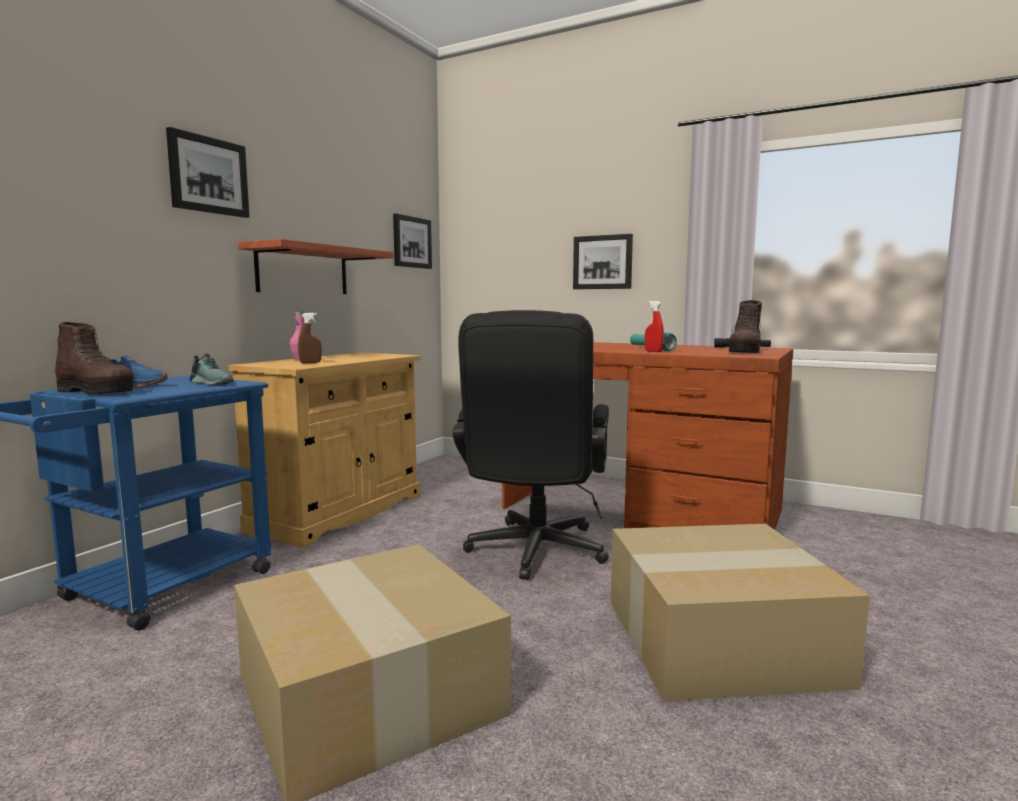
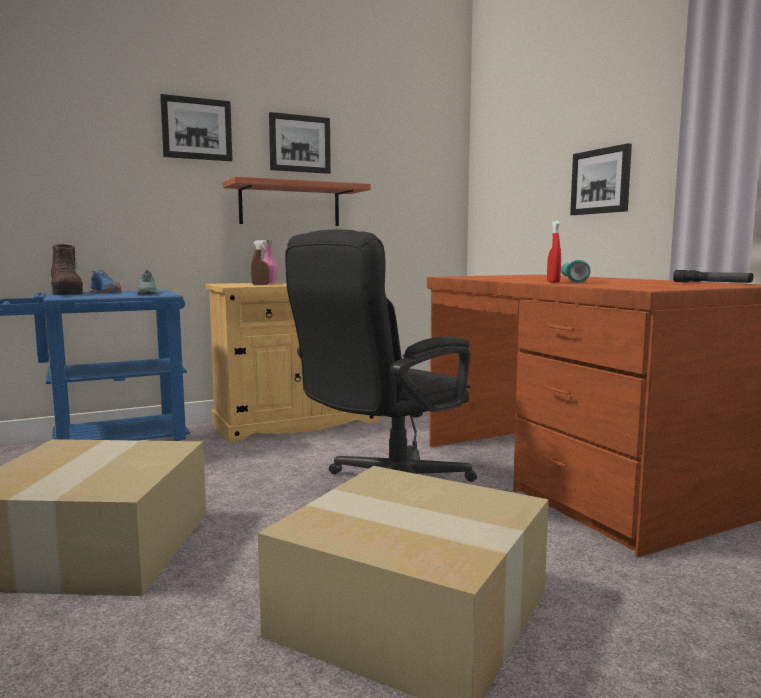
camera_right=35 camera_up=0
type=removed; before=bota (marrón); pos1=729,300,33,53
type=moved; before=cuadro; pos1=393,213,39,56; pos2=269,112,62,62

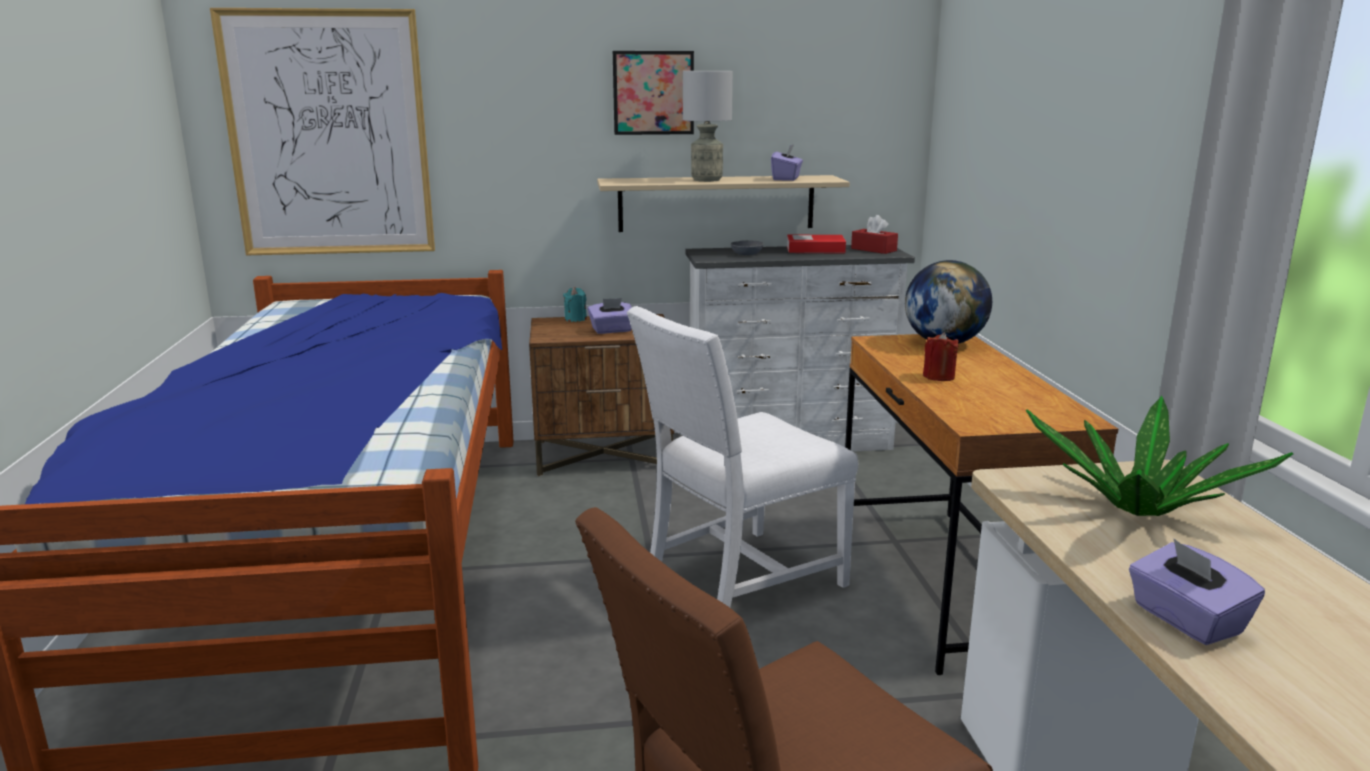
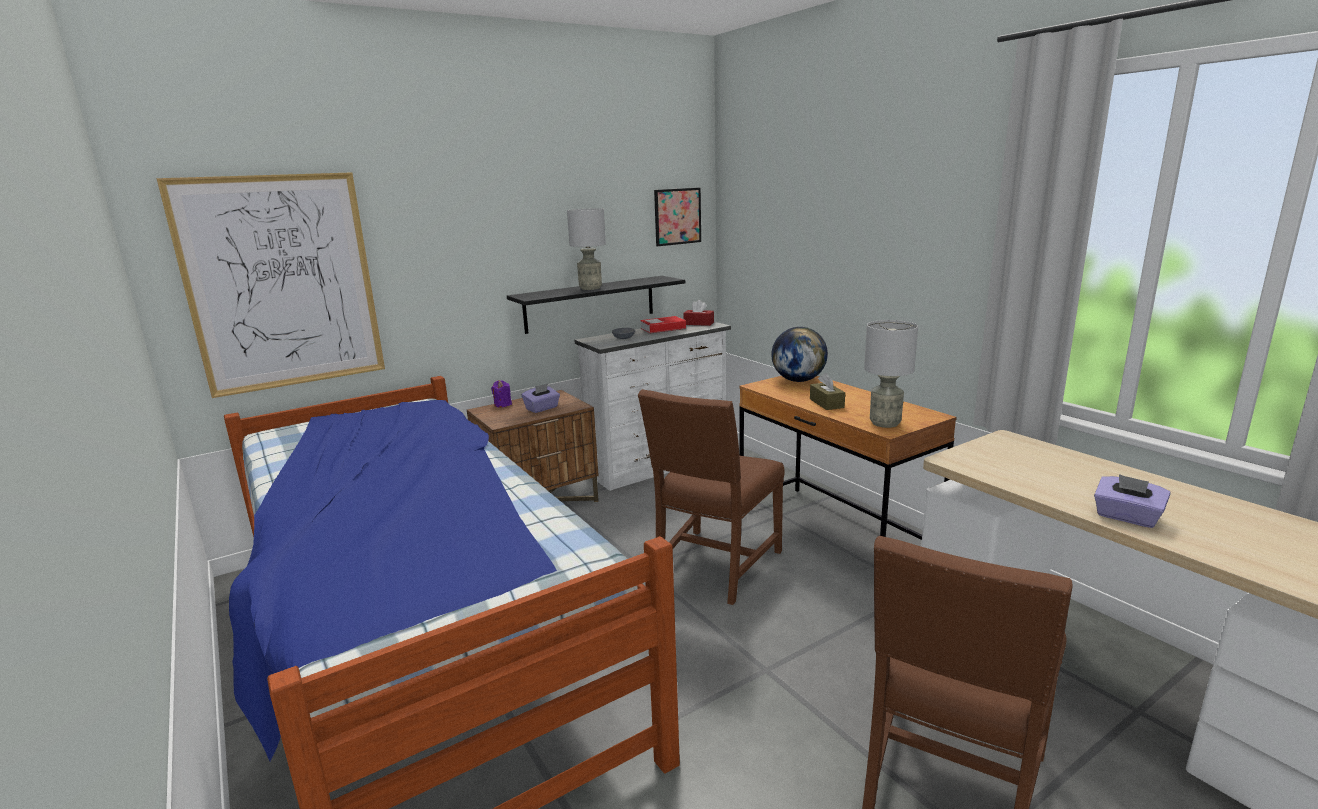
camera_right=-25 camera_up=0
type=removed; before=caja de pañuelos (morado); pos1=771,144,32,37
type=removed; before=planta en maceta; pos1=1026,396,267,120
type=added; after=lámpara de mesa (gris); pos2=864,320,54,108
type=moved; before=cuadro; pos1=613,51,81,84; pos2=654,188,47,58
type=replaced; before=vela (rojo); after=caja de pañuelos (marrón); pos1=923,332,36,49; pos2=810,373,35,37
type=recoloured; before=vela (turquesa); after=vela (morado); pos1=563,287,24,35; pos2=491,381,21,26
type=recoloured; before=estante (beis); after=estante (negro); pos1=597,175,253,57; pos2=507,276,178,58
type=recoloured; before=silla (blanco); after=silla (marrón); pos1=627,306,231,301; pos2=638,389,147,216

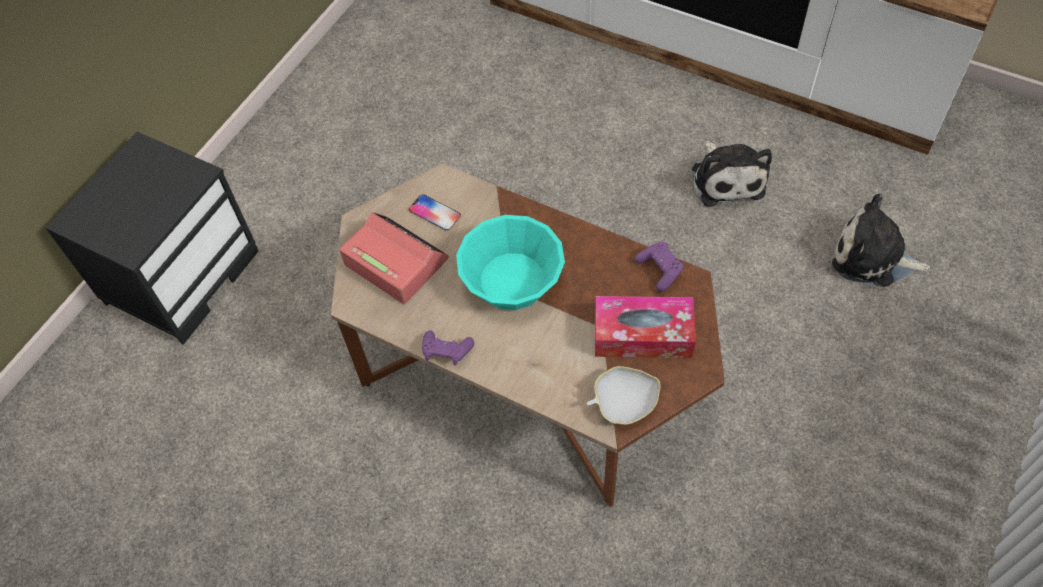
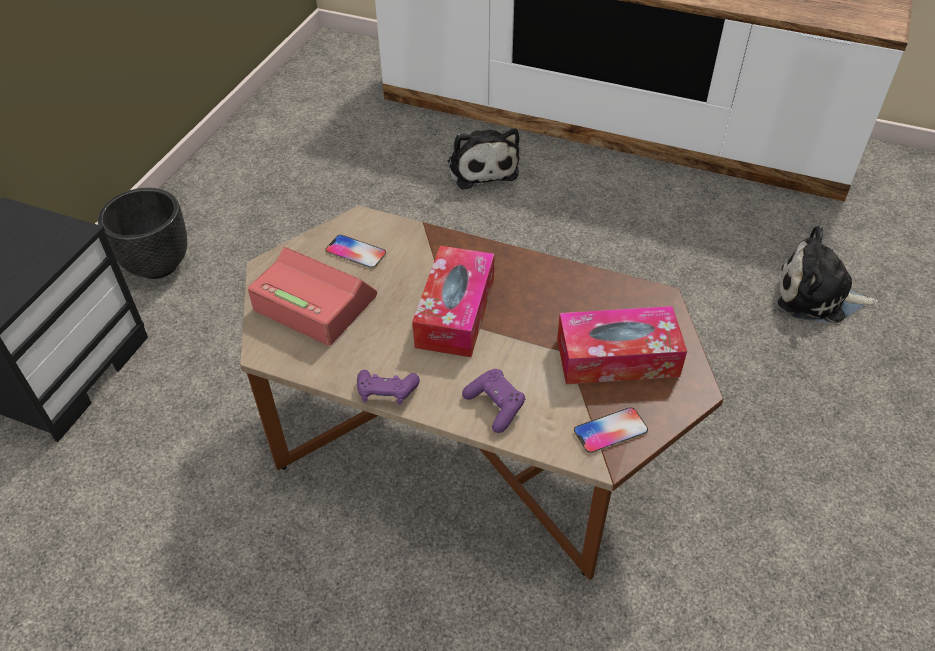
camera_right=-10 camera_up=-10
type=added; after=maceta (negro); pos2=98,188,89,91
type=moved; before=mando de consola (morado); pos1=635,242,49,50; pos2=462,369,63,64
type=moved; before=peluche; pos1=692,141,80,66; pos2=448,128,71,62
type=replaced; before=cuenco (turquesa); after=caja de pañuelos; pos1=456,215,109,95; pos2=412,246,82,111
type=replaced; before=cuenco (blanco); after=móvil; pos1=587,366,74,59; pos2=574,408,74,46

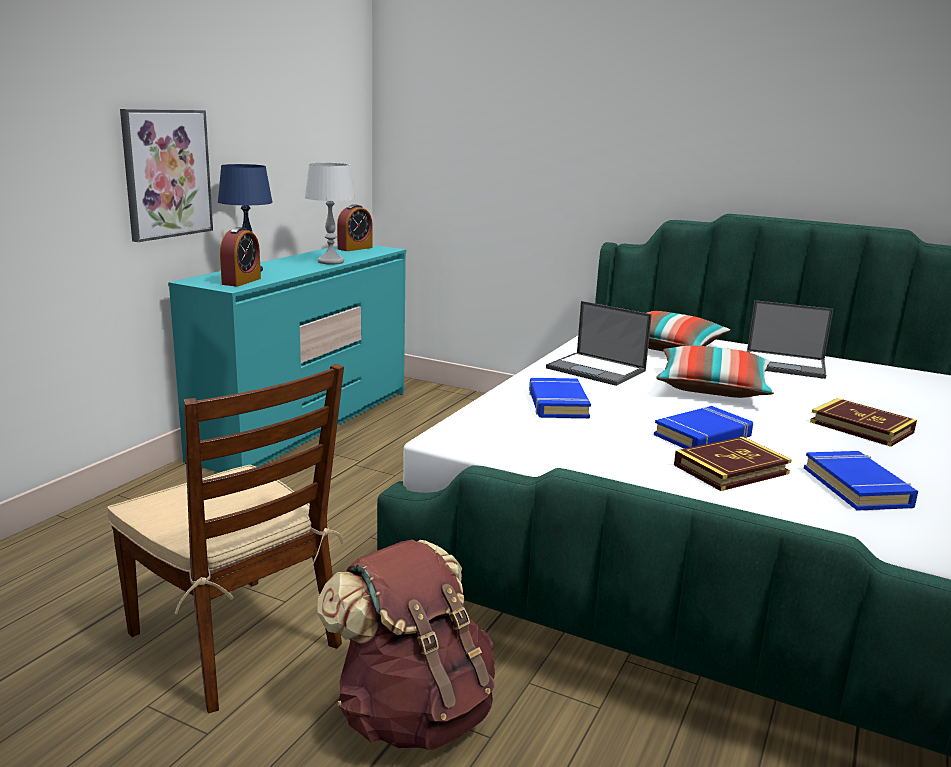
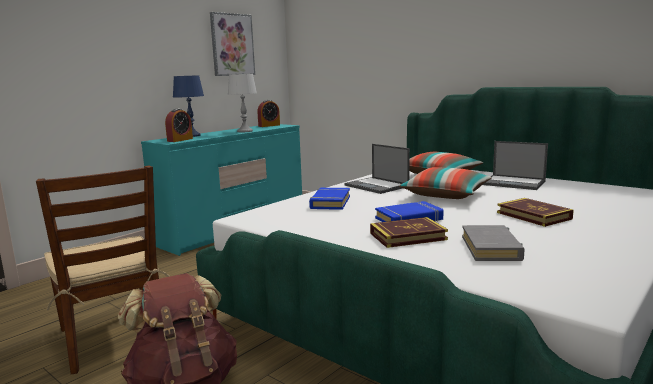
camera_right=15 camera_up=-5
type=moved; before=cuadro; pos1=120,109,93,133; pos2=210,12,45,64
type=recoloured; before=libro (azul); after=libro (gris); pos1=804,451,114,60; pos2=462,225,63,36

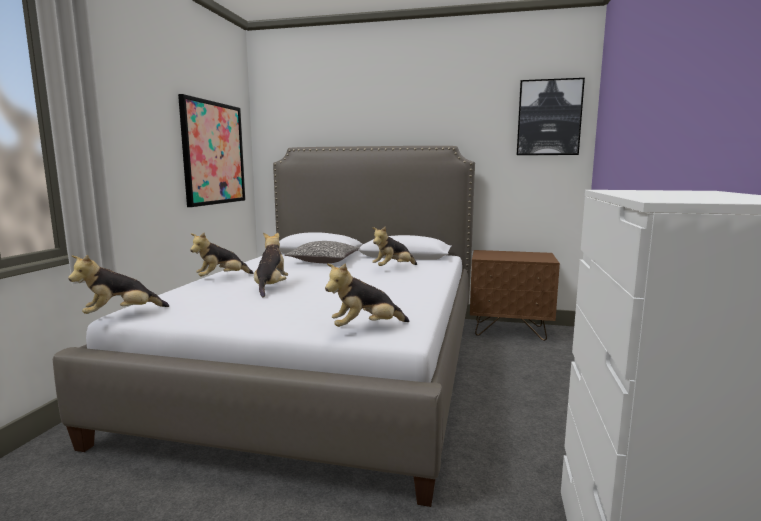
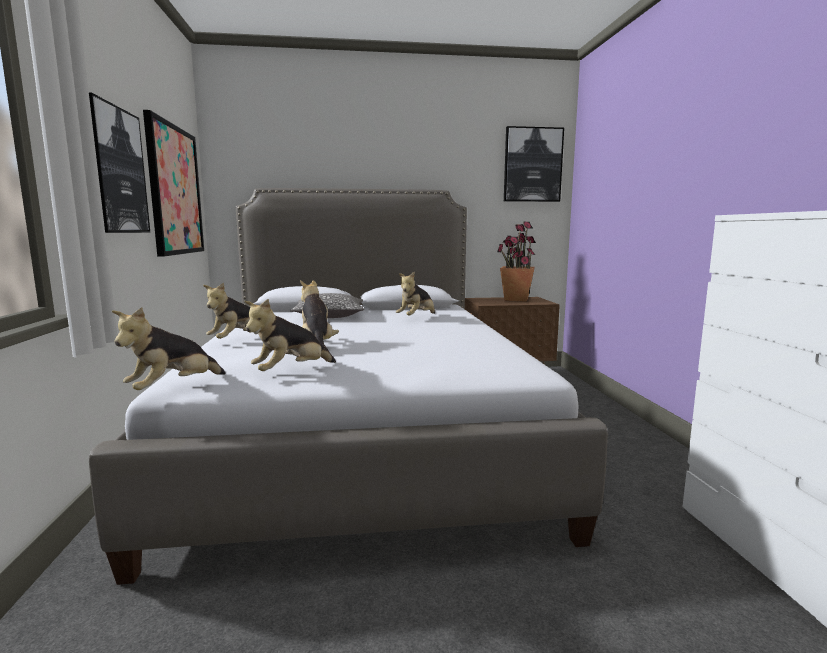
camera_right=-20 camera_up=0
type=added; after=cuadro; pos2=89,92,61,141
type=added; after=planta en maceta; pos2=497,221,39,81
type=moved; before=peluche; pos1=325,263,84,64; pos2=244,299,92,72

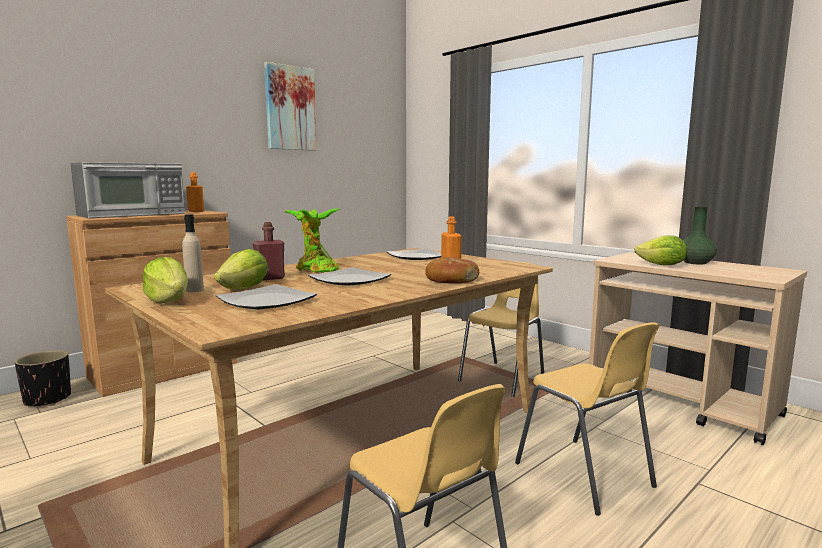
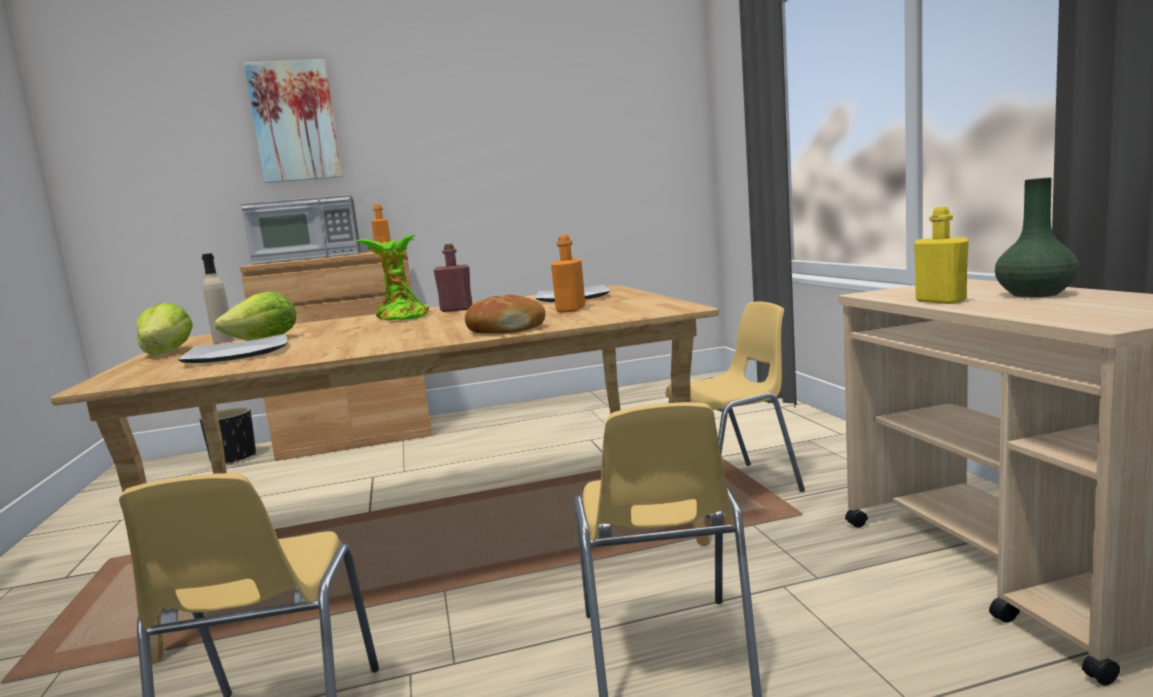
camera_right=30 camera_up=0
type=removed; before=plato; pos1=308,267,83,18
type=moved; before=botella (rojo); pos1=253,222,32,58; pos2=434,244,38,68
type=moved; before=cuadro; pos1=264,62,53,89; pos2=244,59,99,124
type=replaced; before=lechuga; after=botella (amarillo); pos1=634,235,53,30; pos2=914,207,55,97

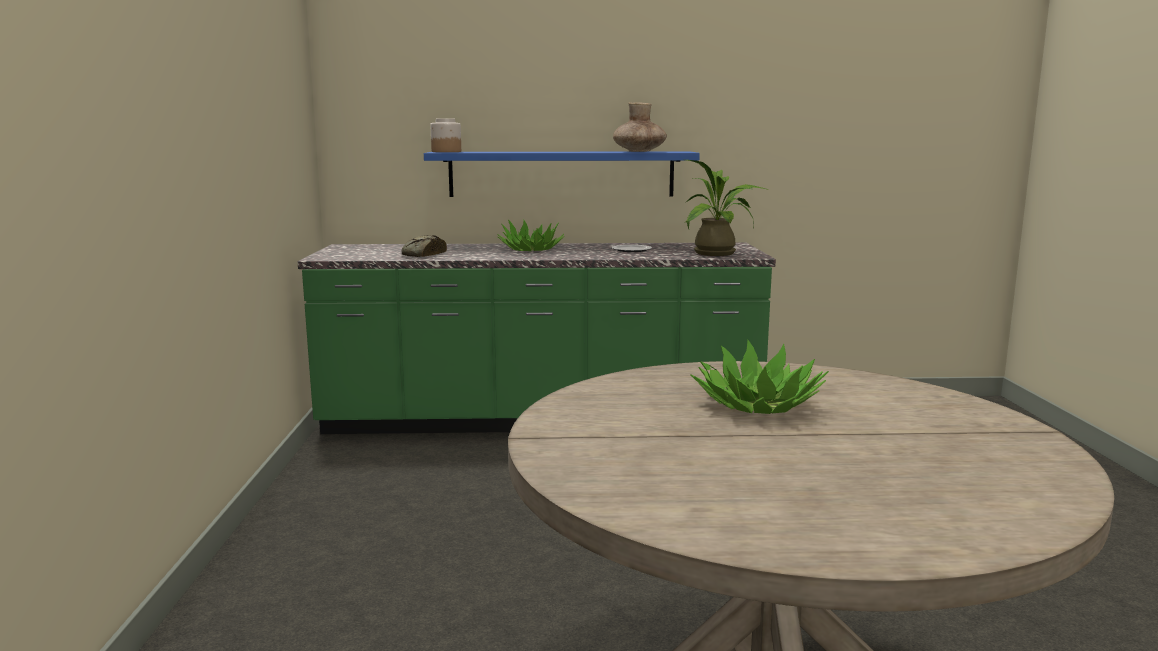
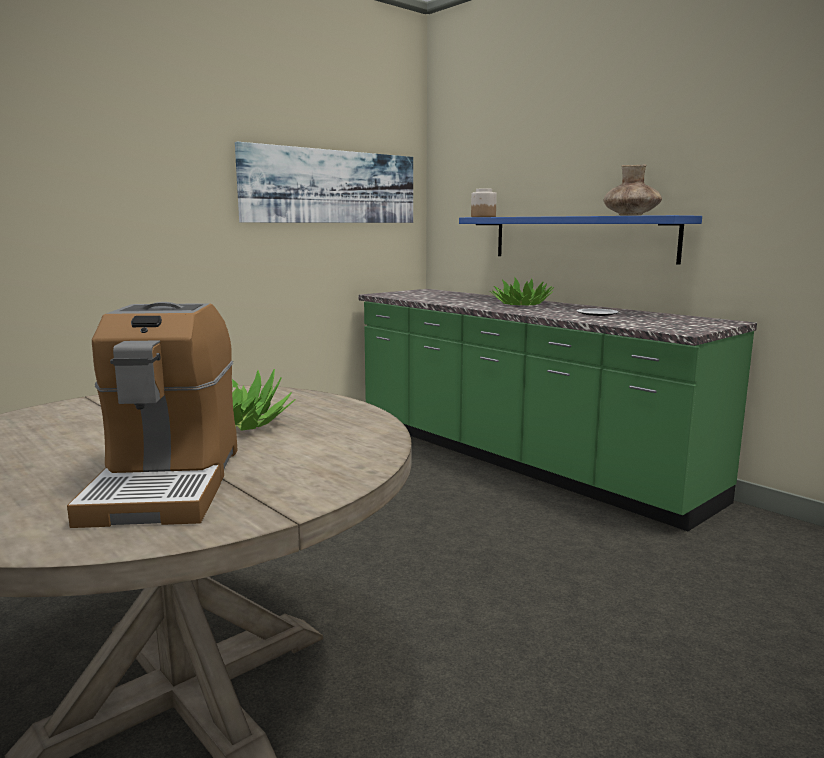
camera_right=50 camera_up=0
type=removed; before=pan; pos1=402,235,45,22
type=removed; before=planta en maceta; pos1=686,160,82,96
type=added; after=cafetera; pos2=67,302,170,226
type=added; after=cuadro; pos2=235,142,178,81

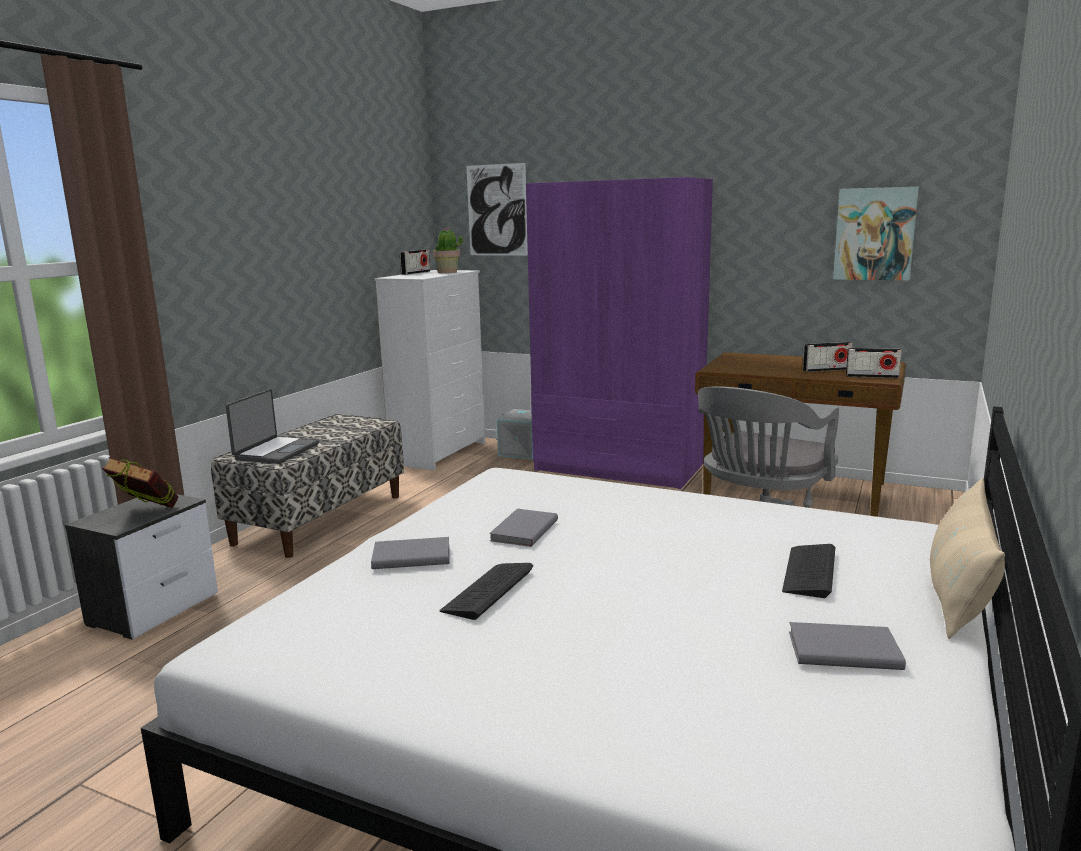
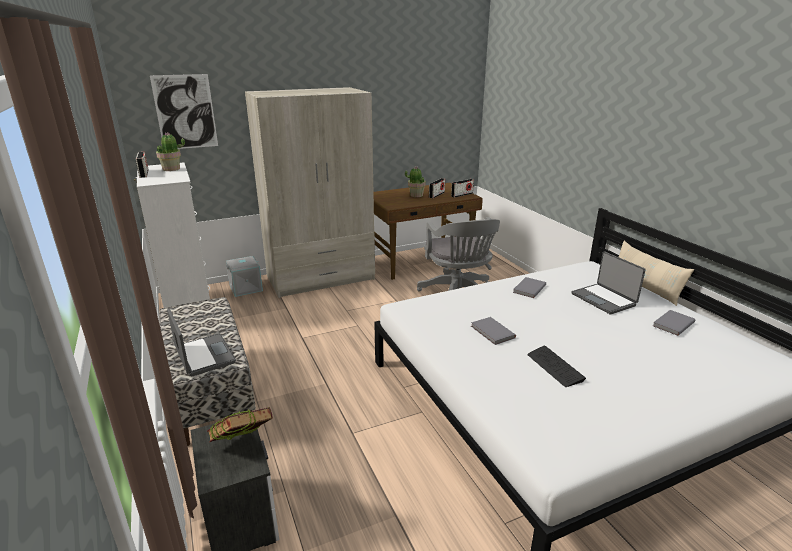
camera_right=-50 camera_up=10
type=removed; before=cuadro; pos1=833,187,86,94
type=added; after=planta en maceta; pos2=405,166,21,31
type=moved; before=libro (gris); pos1=371,537,79,32; pos2=513,277,33,21
type=replaced; before=teclado; after=portátil; pos1=782,544,53,54; pos2=572,251,74,64
type=recoloured; before=armario ropero (morado); after=armario ropero (beis); pos1=526,177,187,312; pos2=245,87,130,211

